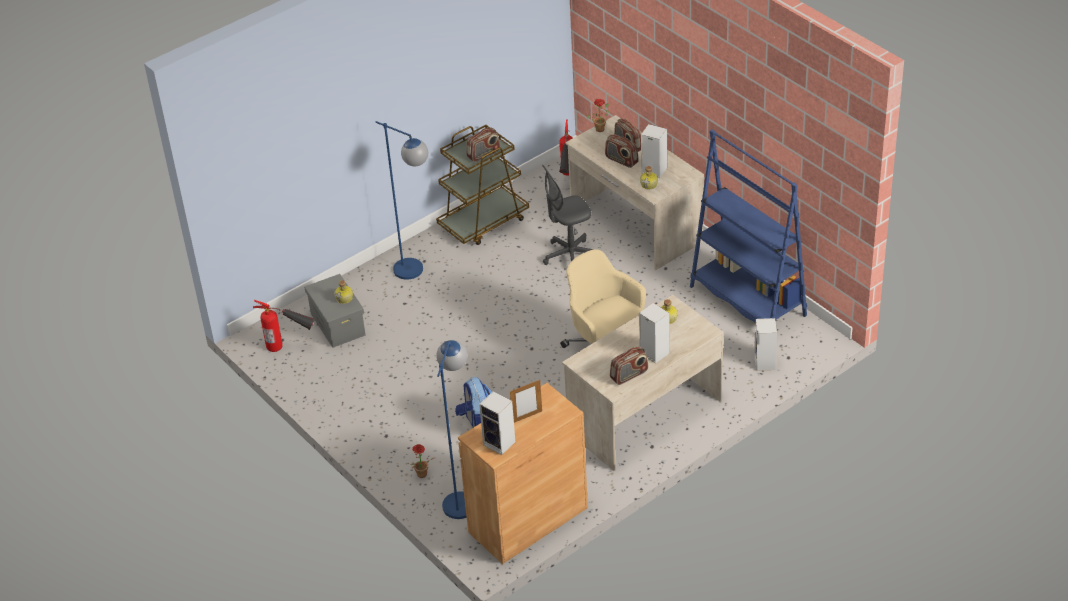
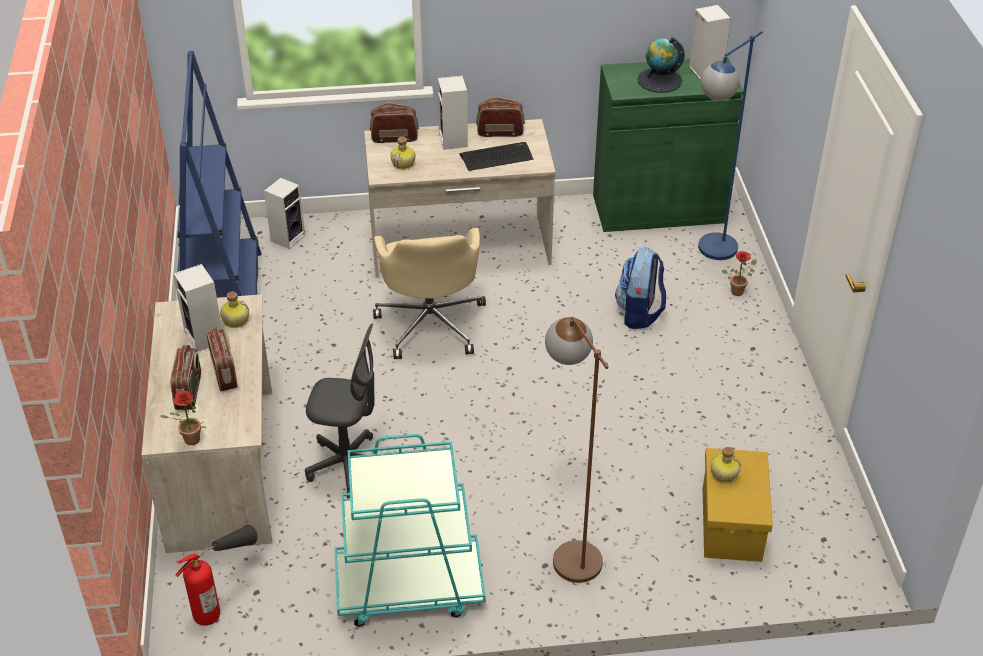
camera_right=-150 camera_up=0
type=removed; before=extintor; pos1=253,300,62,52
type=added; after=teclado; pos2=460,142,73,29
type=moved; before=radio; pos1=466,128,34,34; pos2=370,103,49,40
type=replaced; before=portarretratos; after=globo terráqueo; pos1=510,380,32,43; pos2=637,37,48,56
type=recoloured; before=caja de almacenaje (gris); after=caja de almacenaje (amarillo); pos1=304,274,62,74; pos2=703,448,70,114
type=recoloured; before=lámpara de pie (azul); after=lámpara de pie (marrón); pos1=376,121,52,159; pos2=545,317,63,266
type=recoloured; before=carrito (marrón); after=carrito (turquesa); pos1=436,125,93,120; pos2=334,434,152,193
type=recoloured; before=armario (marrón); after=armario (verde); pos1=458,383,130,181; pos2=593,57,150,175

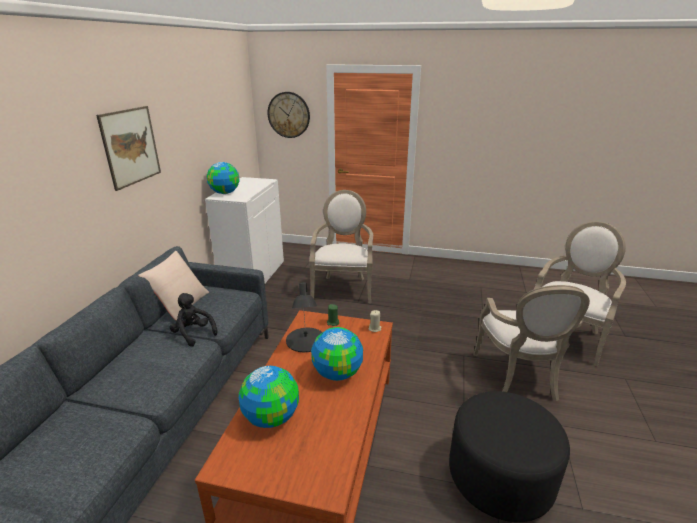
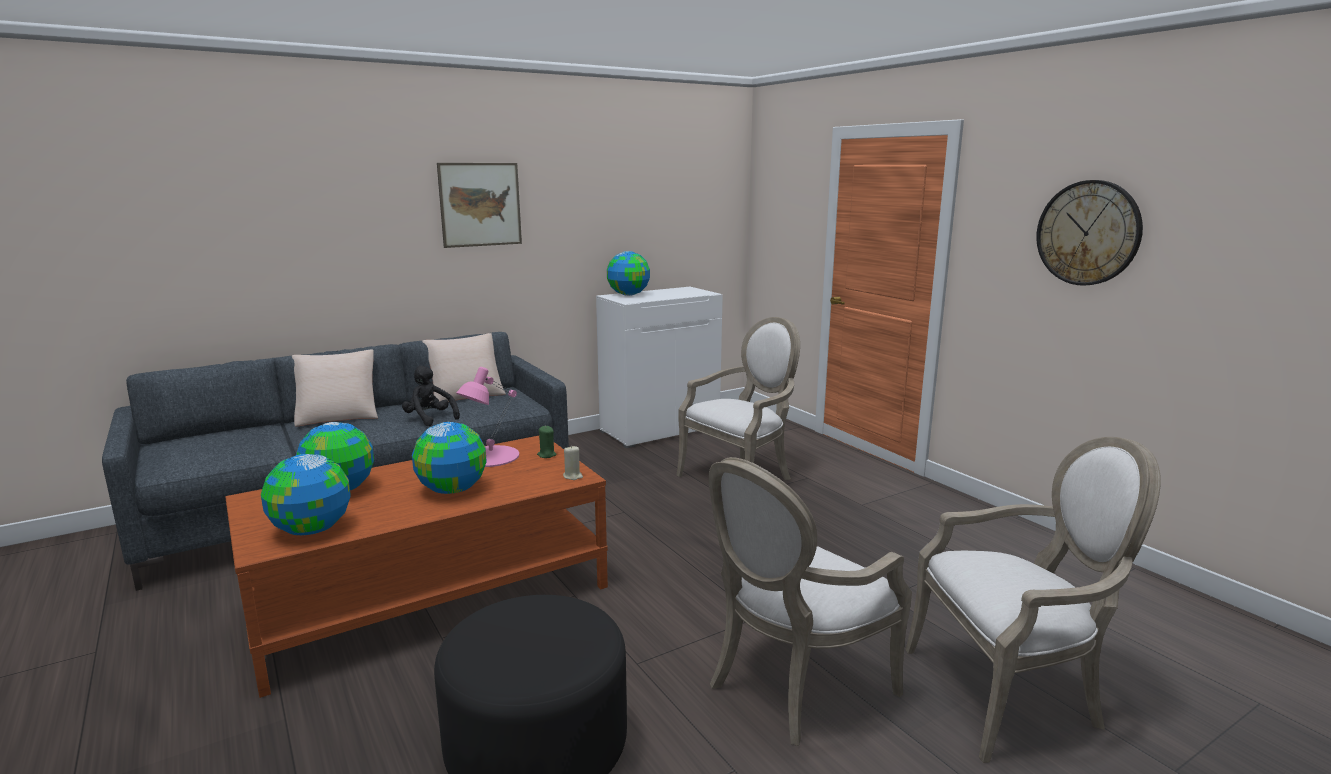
camera_right=45 camera_up=-10
type=added; after=globo terráqueo; pos2=261,454,89,81
type=added; after=cojín (beis); pos2=292,349,86,78
type=moved; before=reloj de pared; pos1=268,92,42,46; pos2=1036,180,107,106
type=recoloured; before=lámpara de mesa (negro); after=lámpara de mesa (rosa); pos1=286,282,36,70; pos2=456,367,63,100
type=turned; before=peluche (negro); pos1=169,293,49,54; pos2=402,366,58,61; turn=-45

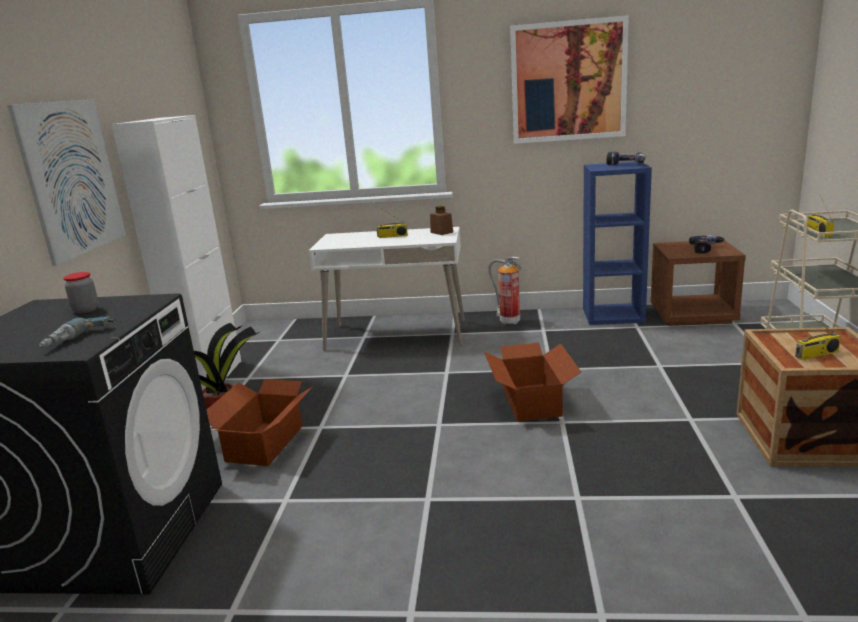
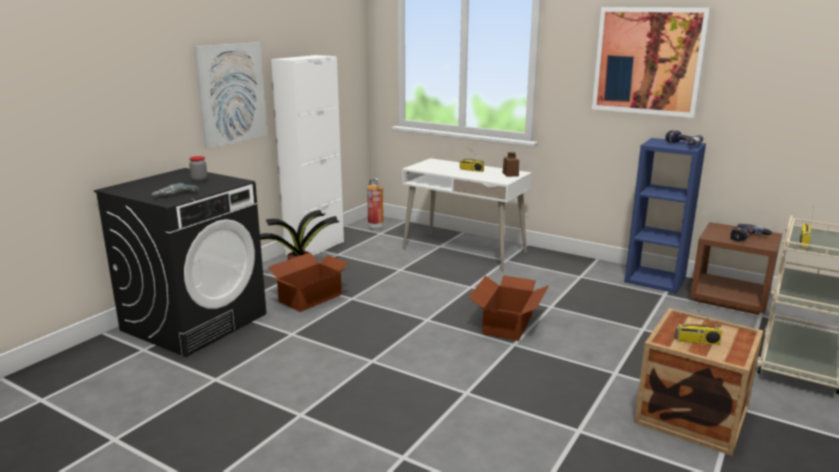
camera_right=25 camera_up=0
type=moved; before=extintor; pos1=488,257,34,68; pos2=367,178,17,52

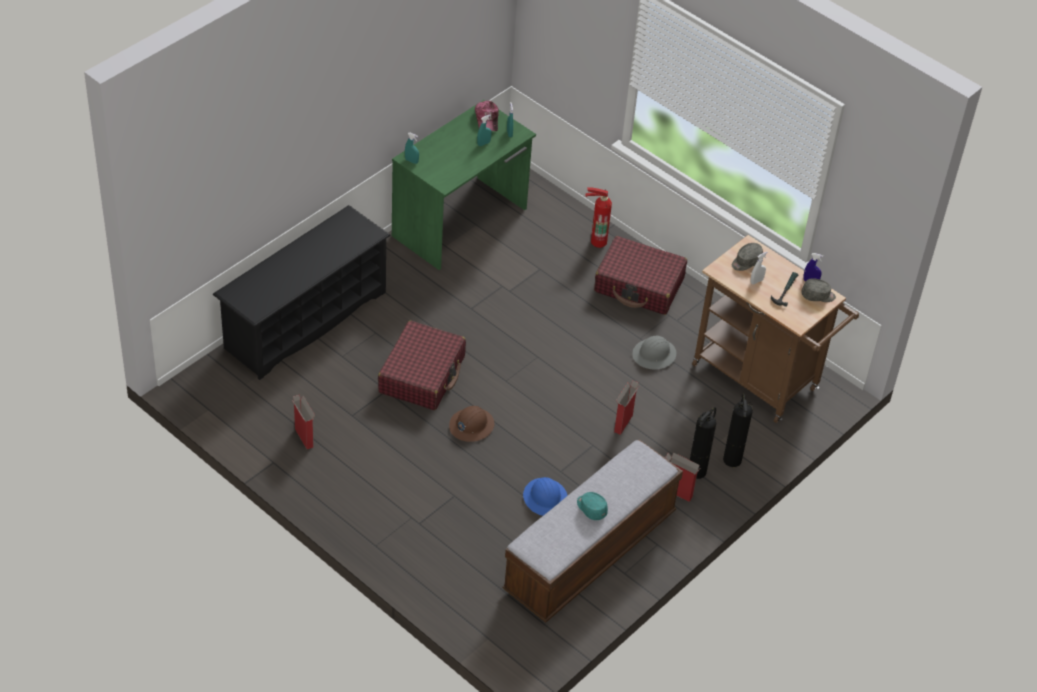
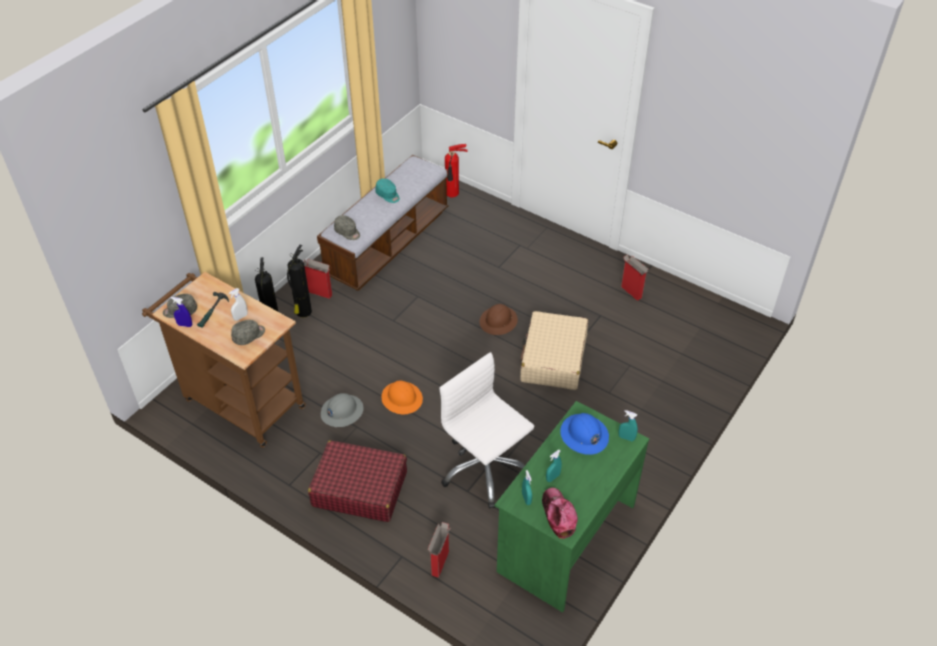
camera_right=175 camera_up=0
type=removed; before=zapatero (negro); pos1=212,205,179,175
type=added; after=gorra (gris); pos2=334,215,26,25
type=added; after=casco (naranja); pos2=381,381,42,34
type=added; after=silla de oficina (blanco); pos2=439,352,95,156
type=moved; before=casco (azul); pos1=523,477,44,39; pos2=560,413,49,42
type=moved; before=extintor; pos1=585,187,27,61; pos2=445,144,23,53
type=moved; before=caja de cartón; pos1=614,380,25,55; pos2=428,522,23,56
type=recoloured; before=maleta (rojo); after=maleta (beis); pos1=378,321,88,89; pos2=520,311,68,79

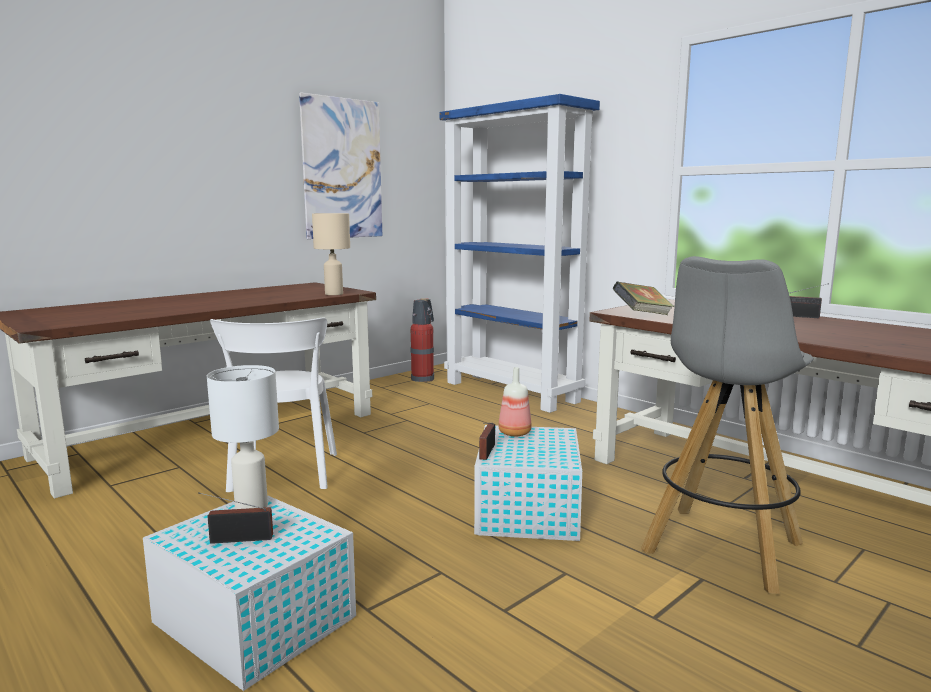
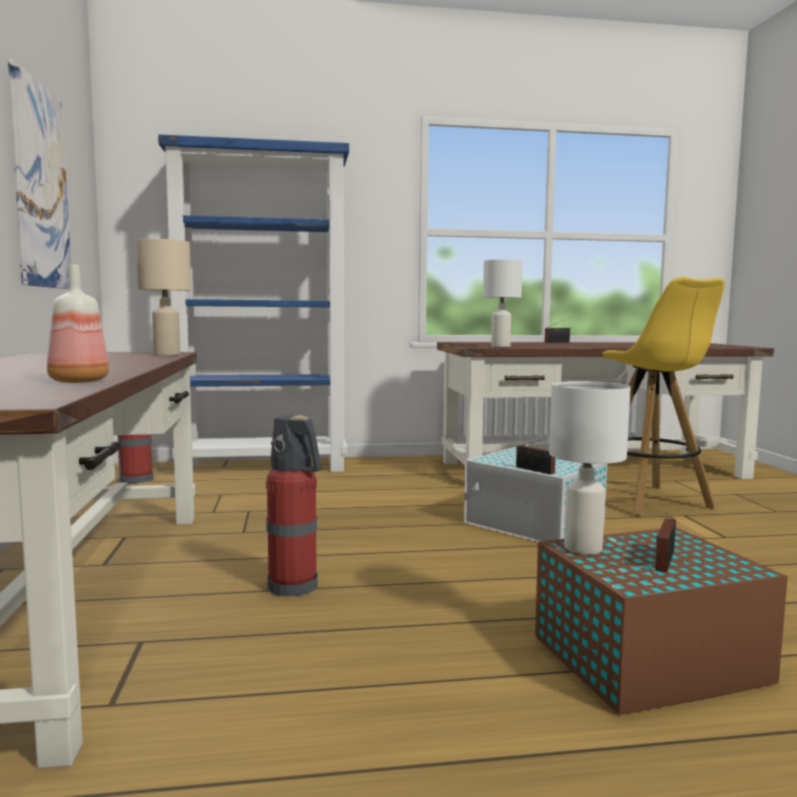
camera_right=-55 camera_up=-5
type=moved; before=botella; pos1=498,367,34,69; pos2=47,264,62,119
type=replaced; before=silla (blanco); after=extintor; pos1=210,318,127,174; pos2=266,415,55,182
type=replaced; before=libro; after=lámpara de mesa (blanco); pos1=613,281,61,34; pos2=483,259,40,88
type=recoloured; before=caja de almacenaje (blanco); after=caja de almacenaje (marrón); pos1=143,495,213,196; pos2=535,527,253,188
type=recoloured; before=taburete (gris); after=taburete (amarillo); pos1=641,256,173,338; pos2=602,277,123,239

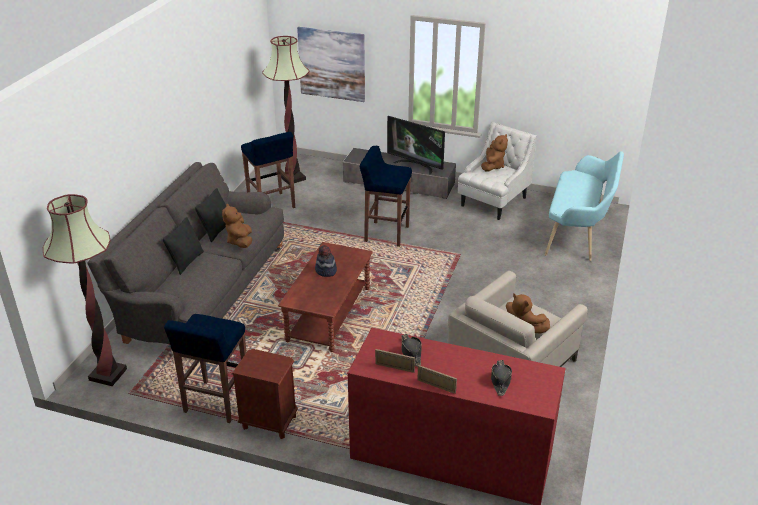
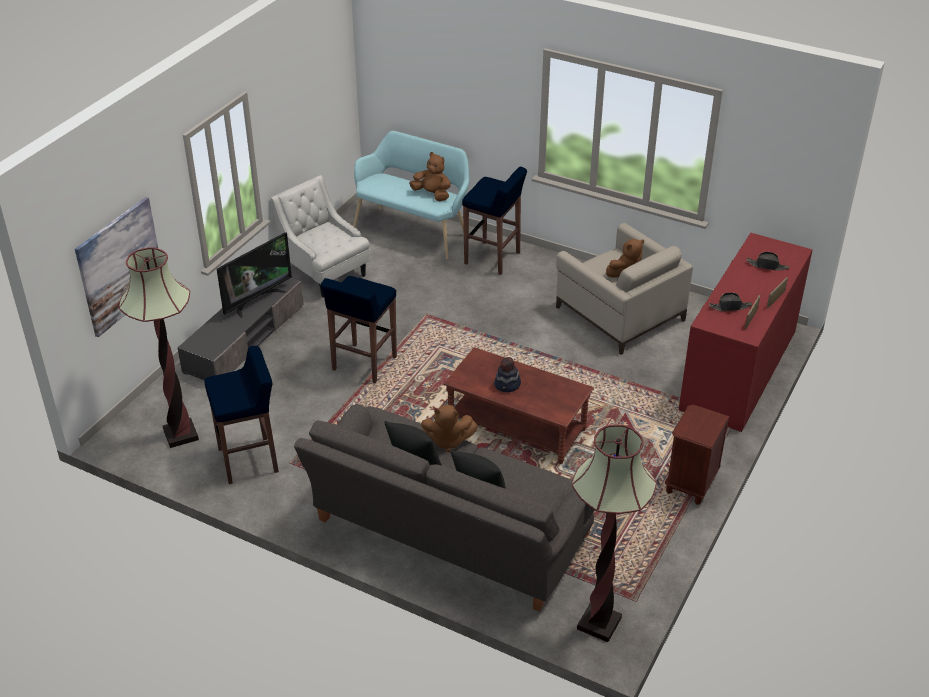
camera_right=-80 camera_up=5
type=moved; before=taburete (azul); pos1=164,314,82,109; pos2=462,167,65,108
type=moved; before=peluche (marrón); pos1=481,134,27,38; pos2=409,152,42,49

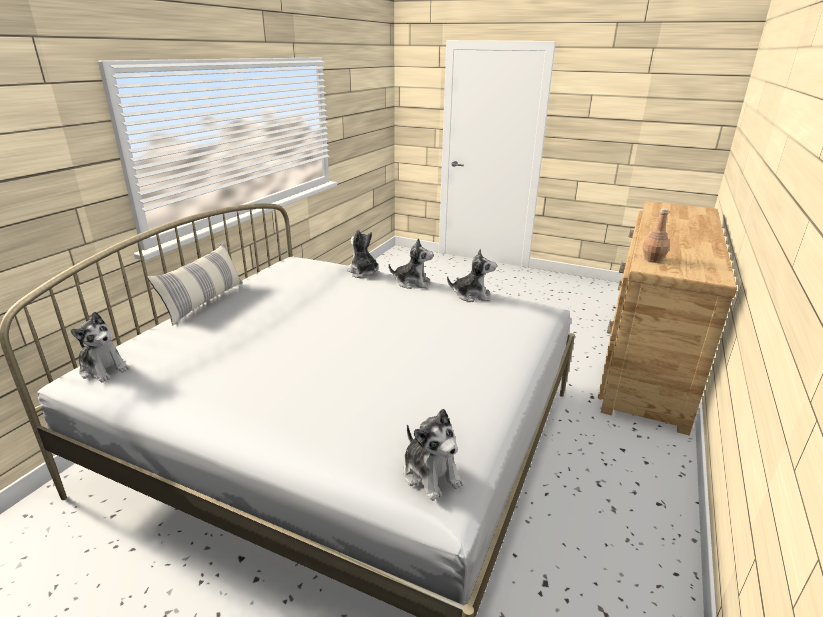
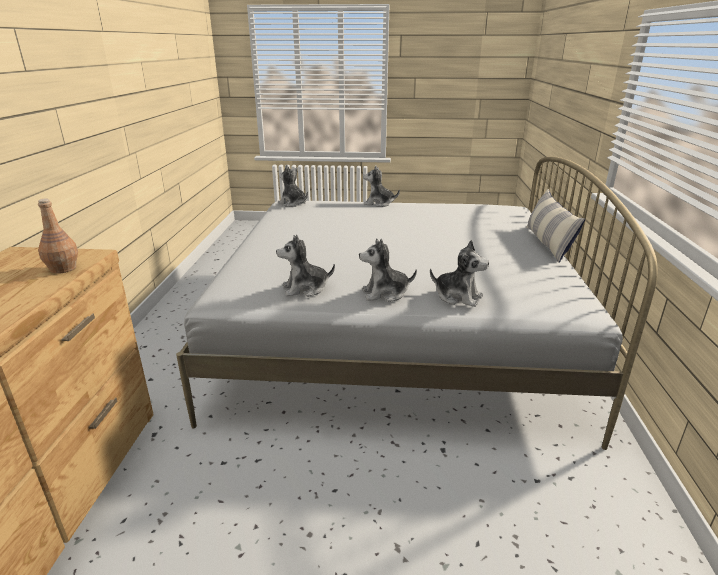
camera_right=160 camera_up=0
type=moved; before=peluche; pos1=70,312,60,70; pos2=363,165,37,42

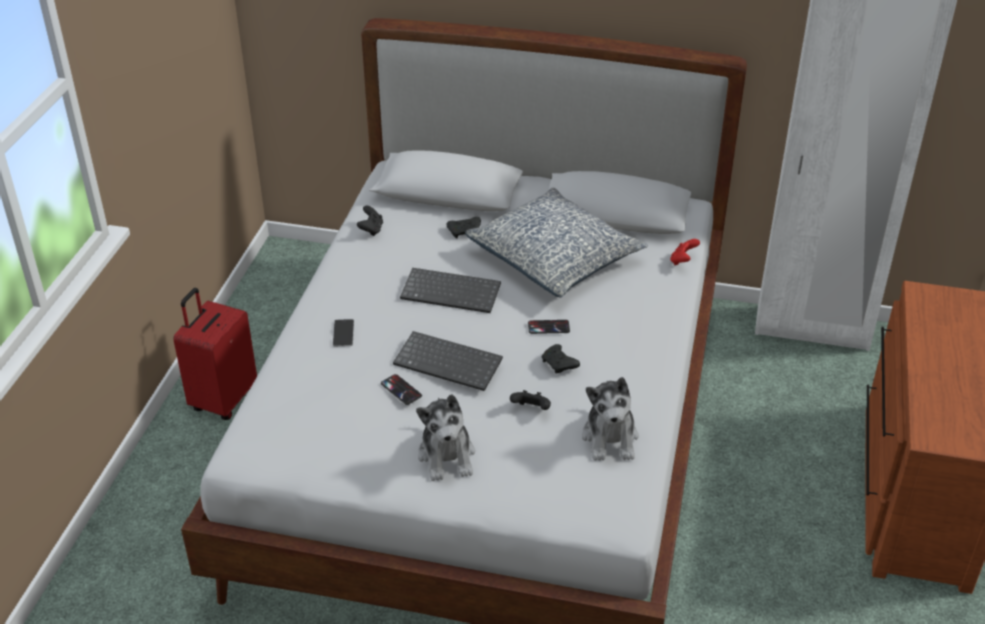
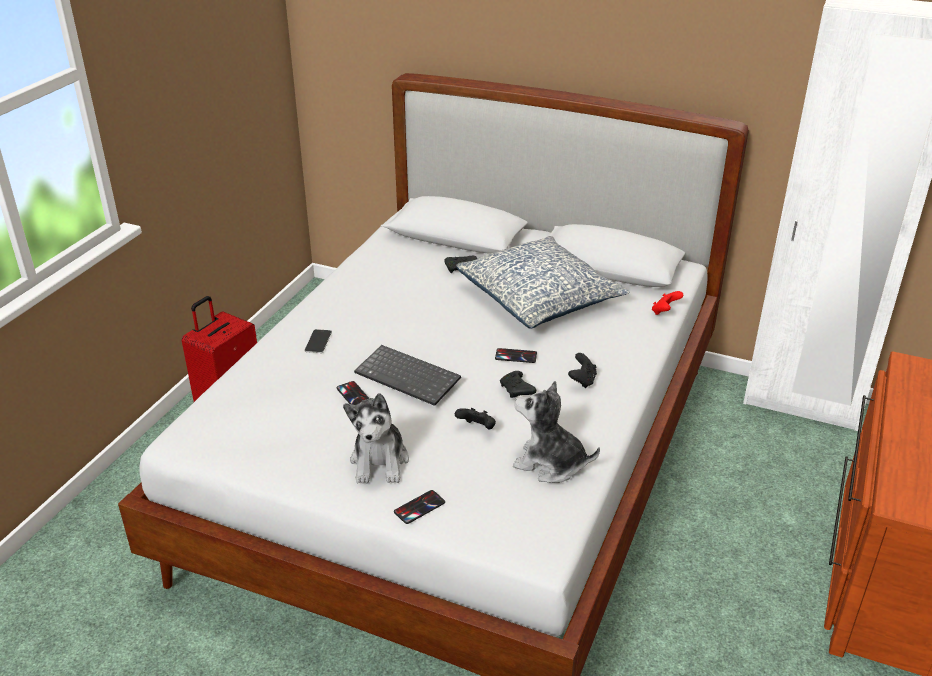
camera_right=10 camera_up=-5
type=removed; before=teclado; pos1=400,268,101,45
type=added; after=móvil; pos2=394,490,51,34
type=moved; before=mando de consola (negro); pos1=357,206,26,30; pos2=568,353,29,35
type=turned; before=peluche; pos1=582,377,57,84; pos2=513,381,87,102; turn=105

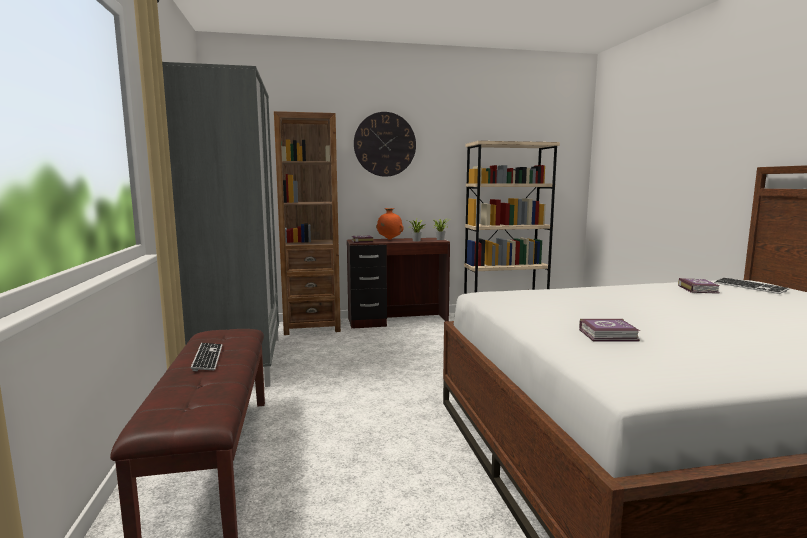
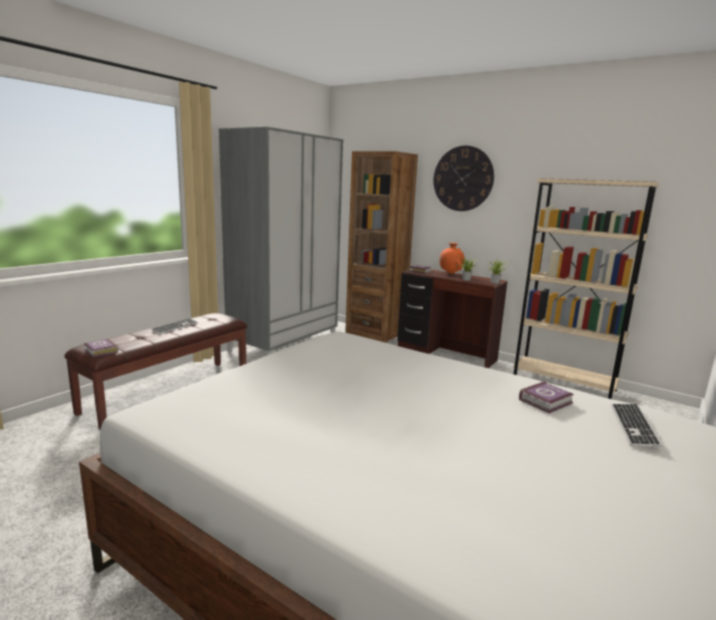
camera_right=45 camera_up=5
type=moved; before=libro; pos1=579,319,61,22; pos2=84,338,34,20

